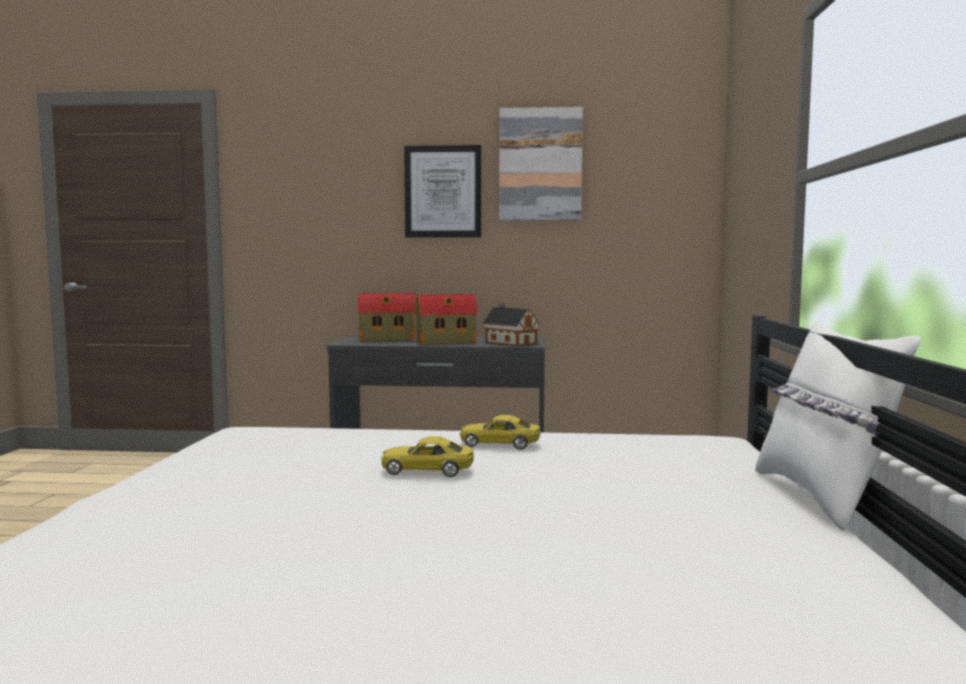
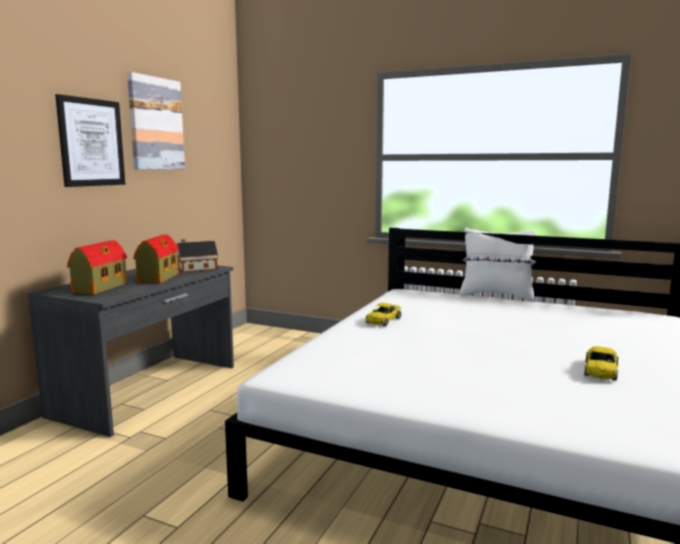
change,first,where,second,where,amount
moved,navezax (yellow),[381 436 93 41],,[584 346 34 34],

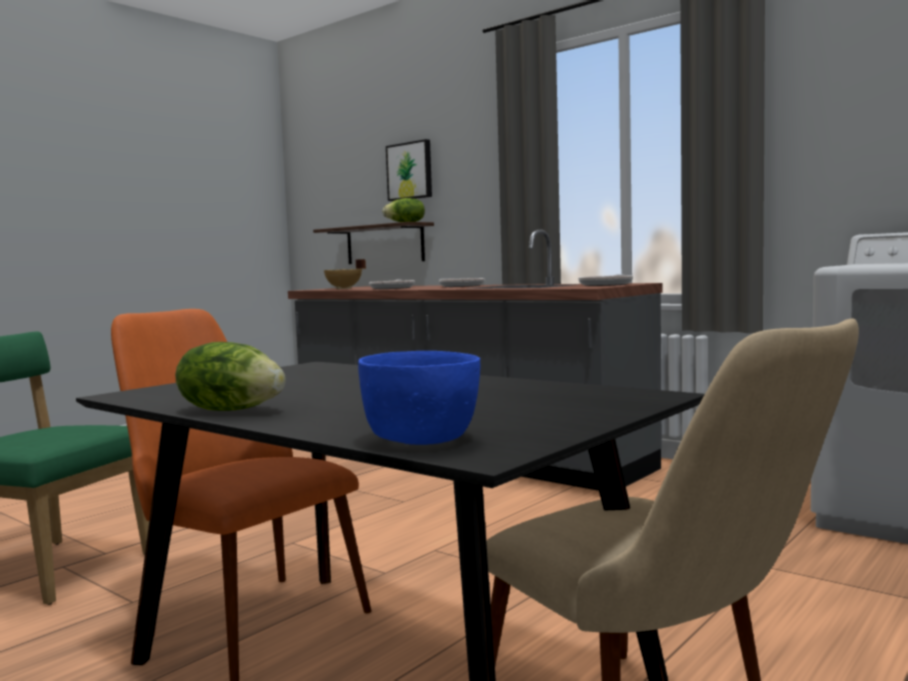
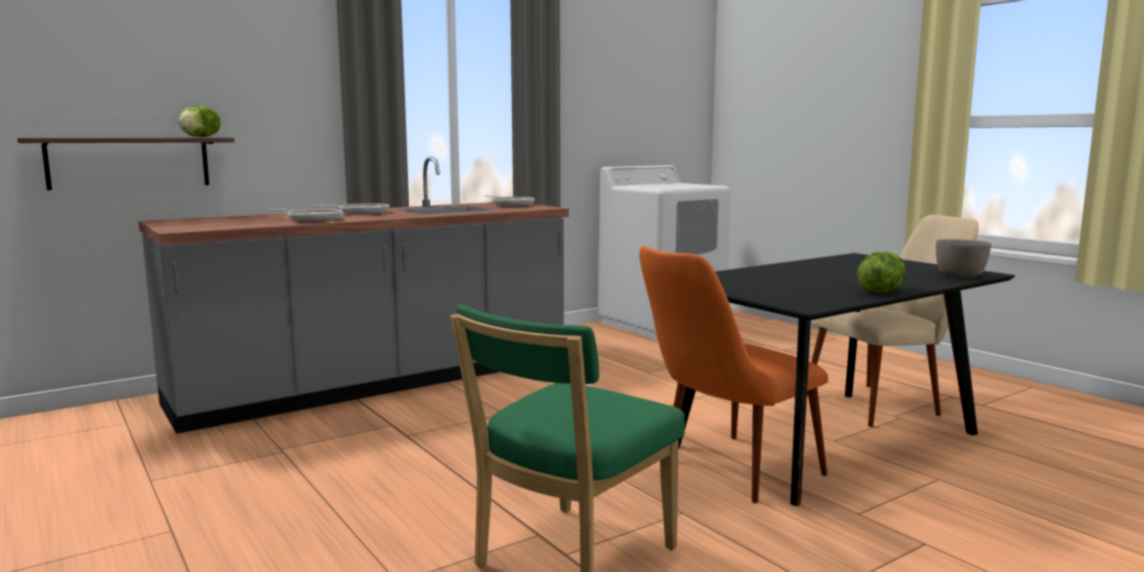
change,first,where,second,where,amount
removed,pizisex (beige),[324 259 42 30],,,
removed,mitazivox,[386 139 46 62],,,
recoloured,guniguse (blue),[358 351 122 94],guniguse (grey),[936 239 55 39],

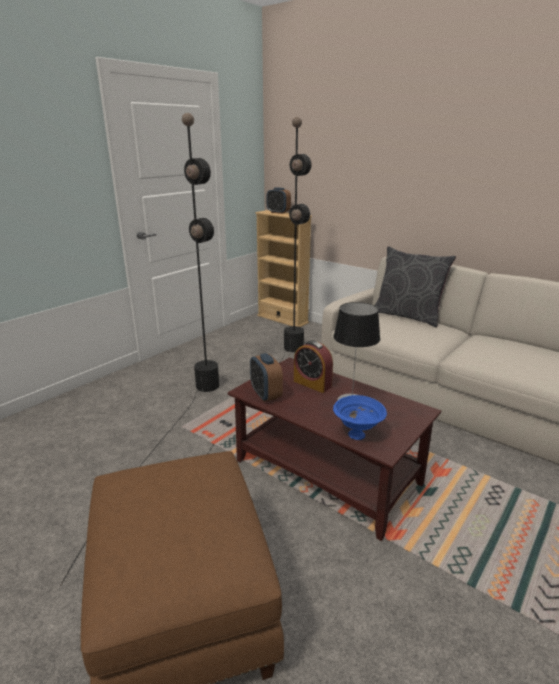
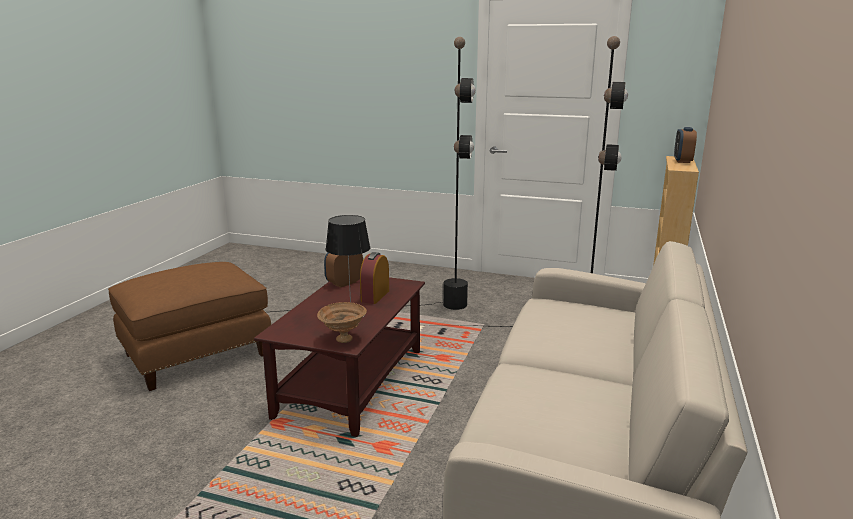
change,first,where,second,where,amount
removed,guniguse (blue),[333 395 54 45],,,
removed,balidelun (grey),[374 246 82 82],,,
added,,,guniguse (brown),[317 302 50 41],

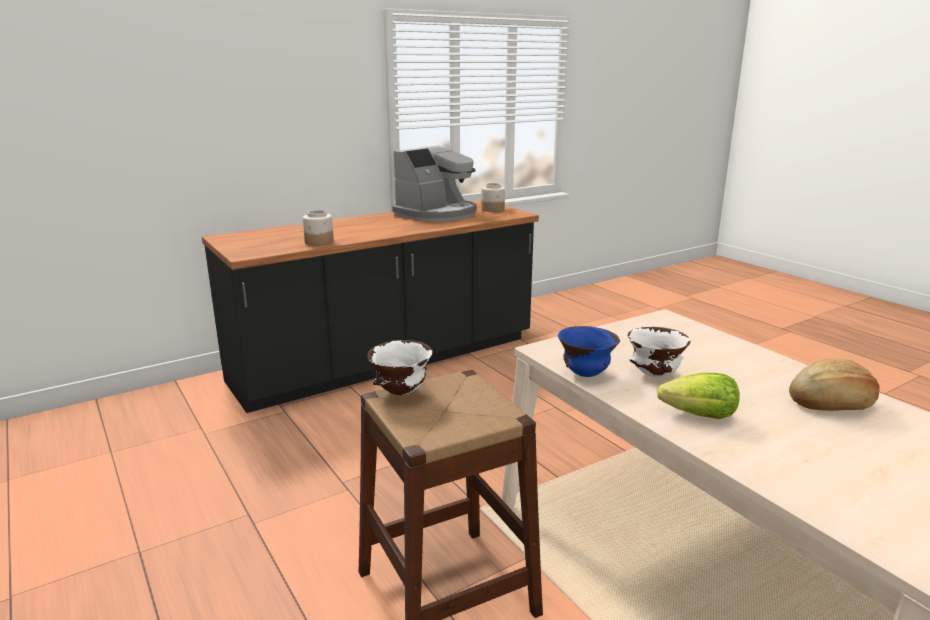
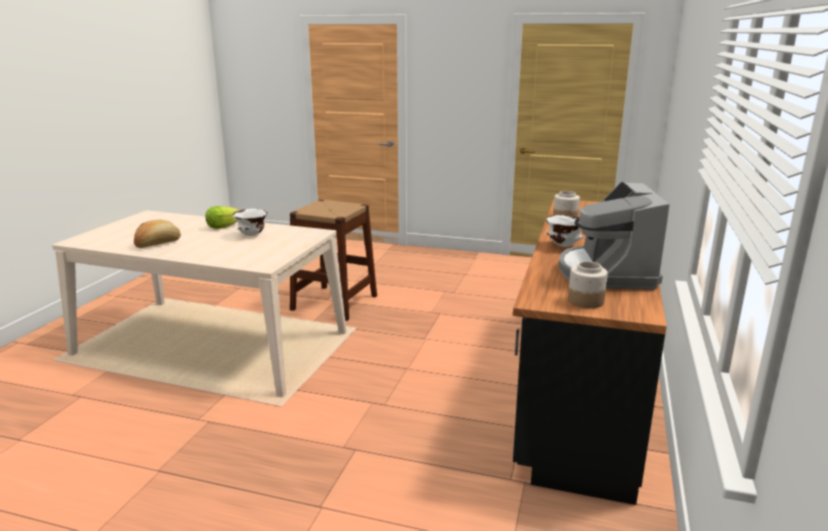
change,first,where,second,where,amount
removed,guniguse (blue),[558 326 62 51],,,
moved,guniguse (white),[367 340 65 55],,[546 215 38 32],

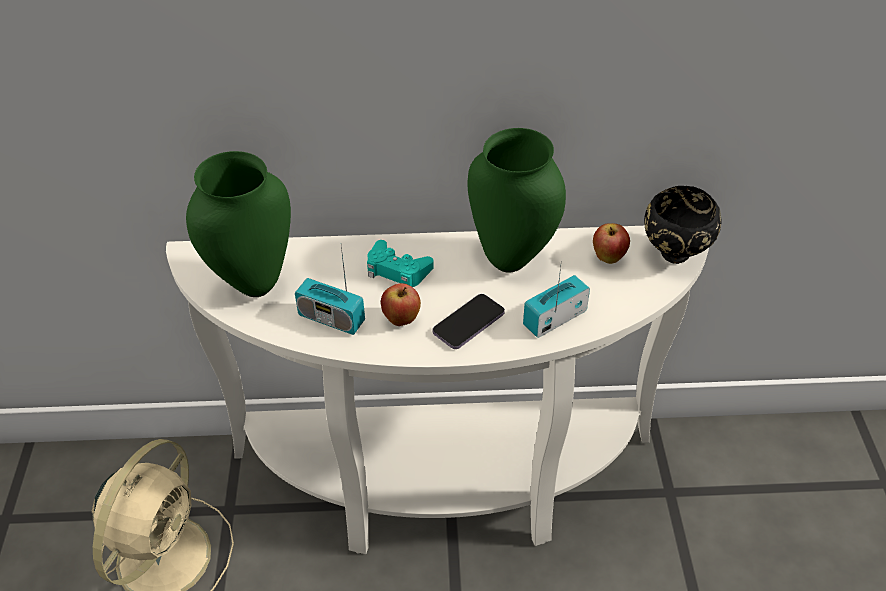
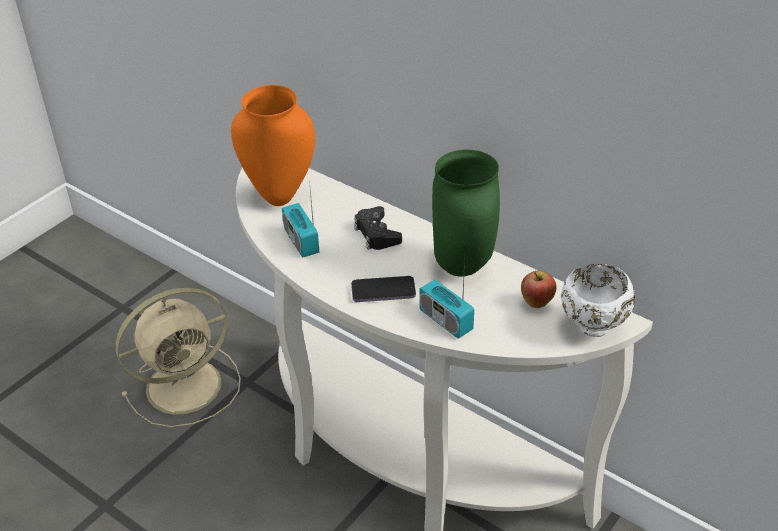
change,first,where,second,where,amount
removed,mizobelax,[381 283 40 43],,,
recoloured,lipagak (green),[186 151 105 146],lipagak (orange),[231 85 84 121],
recoloured,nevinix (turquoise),[367 240 67 47],nevinix (black),[354 206 48 44],
recoloured,guniguse (black),[644 186 78 78],guniguse (white),[561 264 74 73],
turned,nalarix,[523 266 67 72],,[419 256 55 83],135 degrees counterclockwise

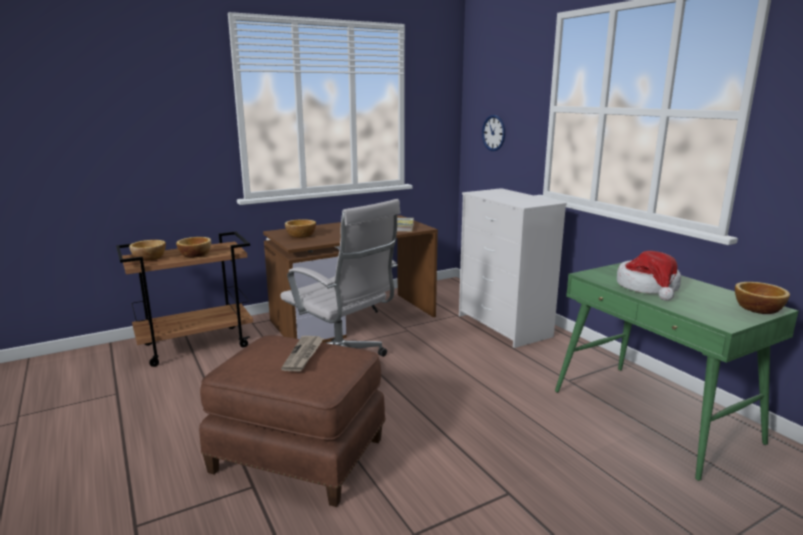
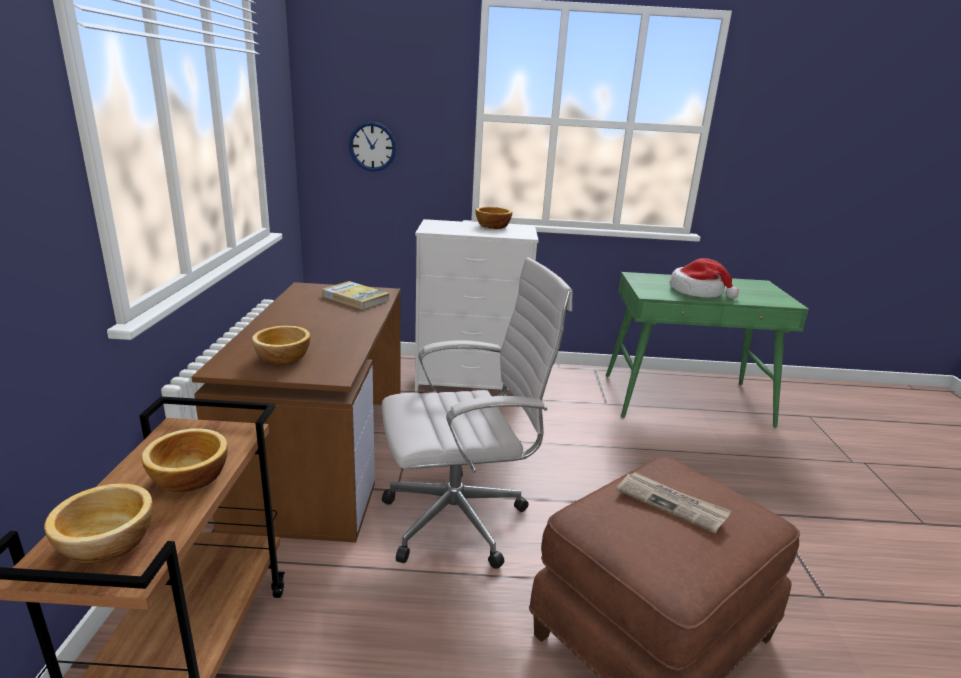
change,first,where,second,where,amount
moved,guniguse,[735 282 55 32],,[476 207 36 22],

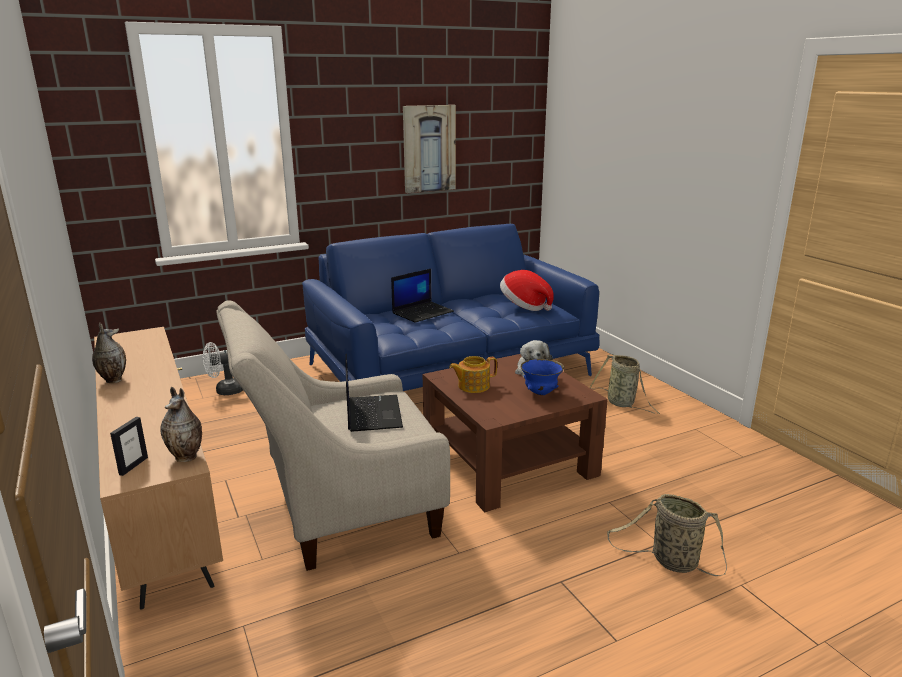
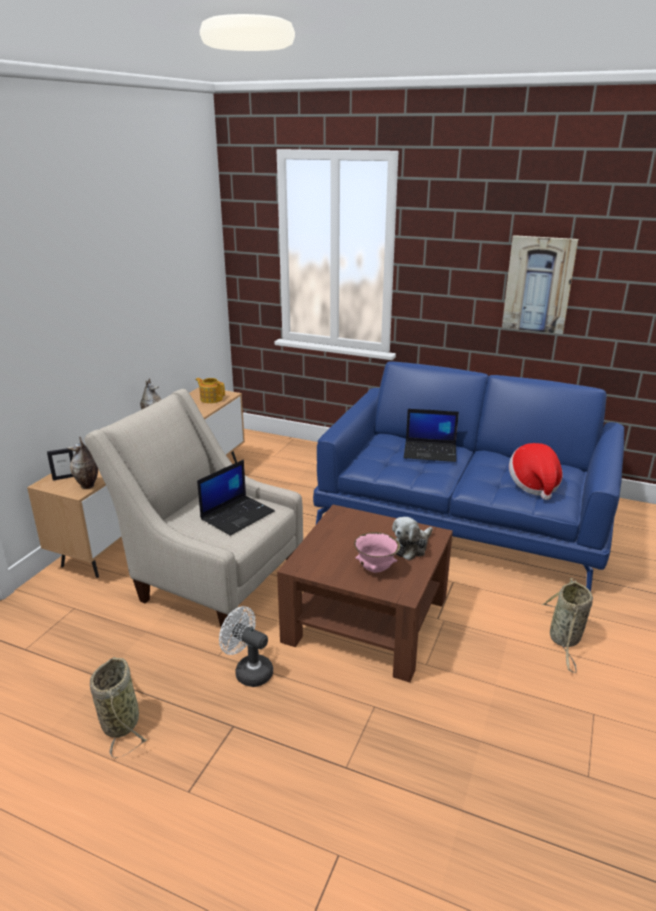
change,first,where,second,where,amount
moved,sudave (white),[203 342 40 53],,[219 606 54 81],
moved,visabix,[449 356 48 37],,[195 378 30 25],
moved,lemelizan,[607 494 120 82],,[90 657 57 102],
recoloured,guniguse (blue),[521 359 44 36],guniguse (pink),[354 532 46 41],

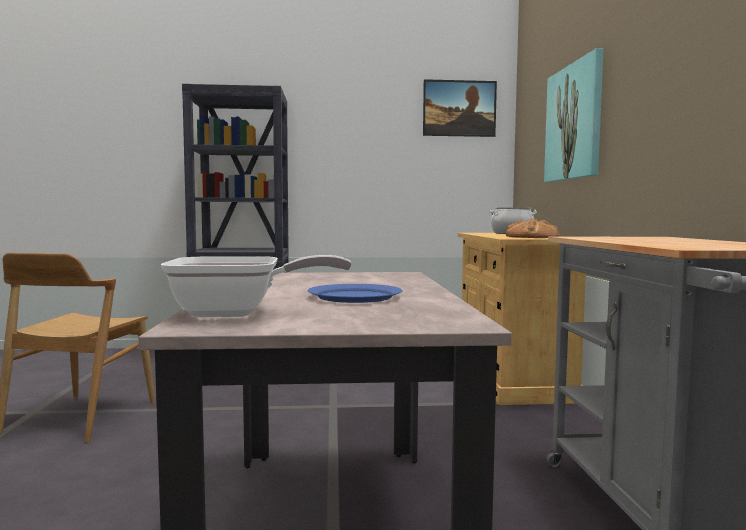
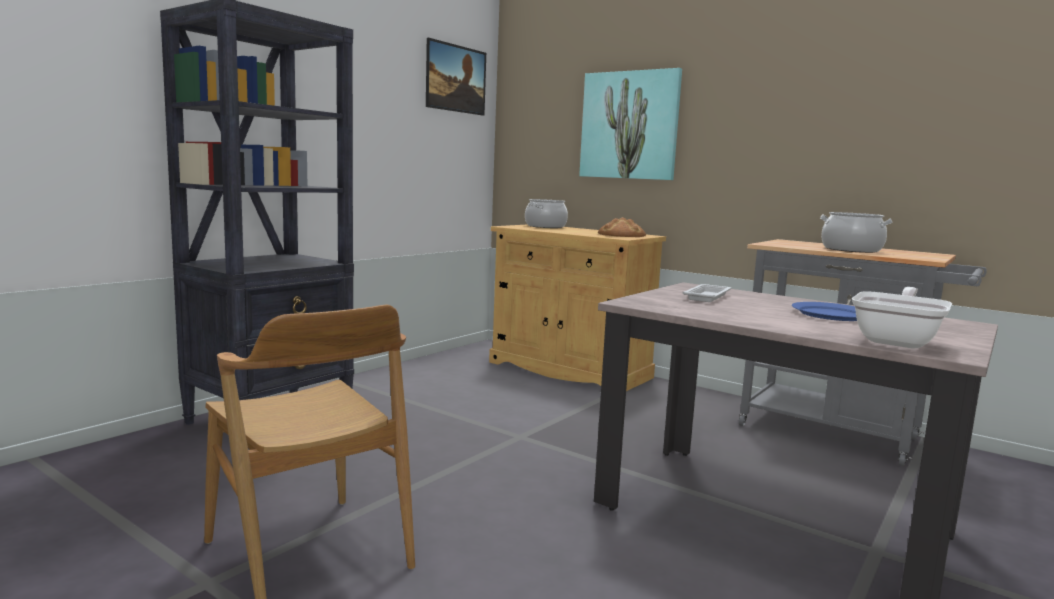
change,first,where,second,where,amount
added,,,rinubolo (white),[683 284 49 18],
added,,,pizisex,[820 212 73 41],

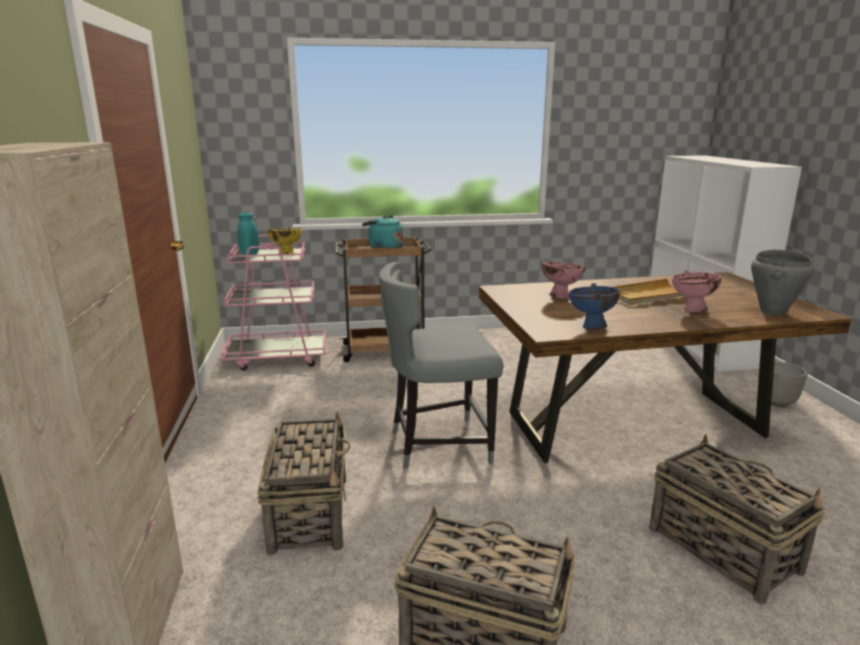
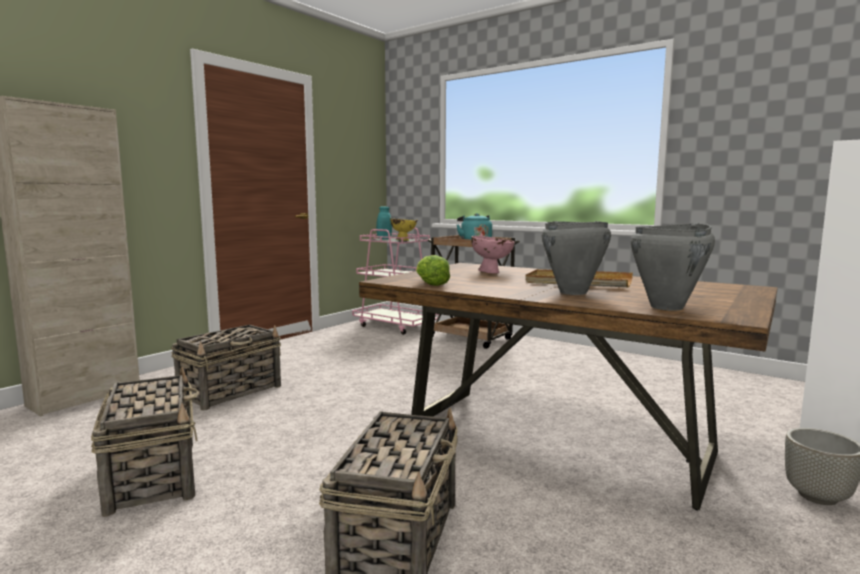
change,first,where,second,where,amount
removed,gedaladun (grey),[378 262 125 207],,,
replaced,guniguse (blue),[569 283 51 46],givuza,[416 255 34 31],
replaced,guniguse (pink),[672 270 49 42],pizisex (grey),[542 221 69 74],

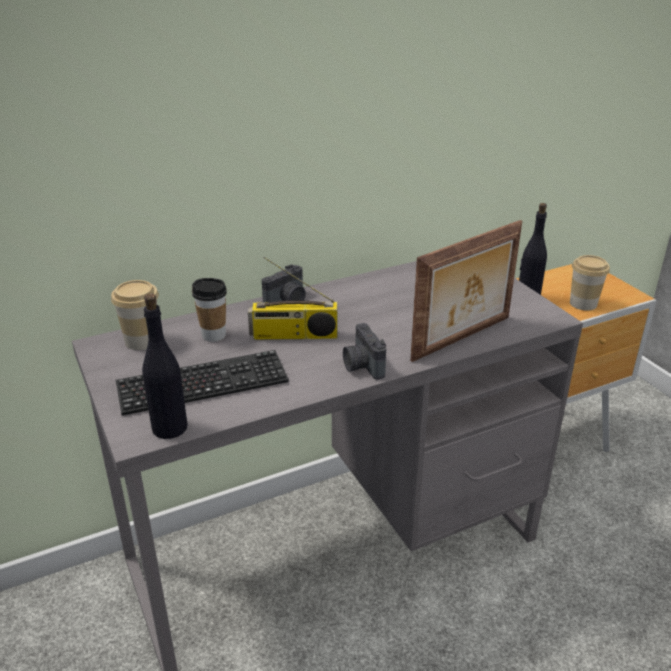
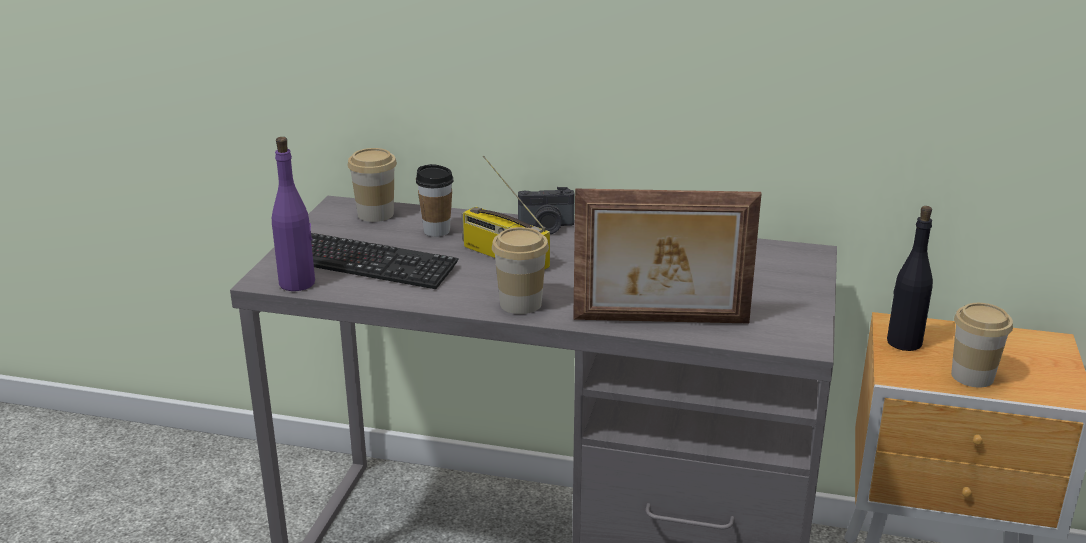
change,first,where,second,where,amount
replaced,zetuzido,[343 323 43 57],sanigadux,[492 227 57 87],
recoloured,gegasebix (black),[142 293 46 146],gegasebix (purple),[272 137 43 154],

